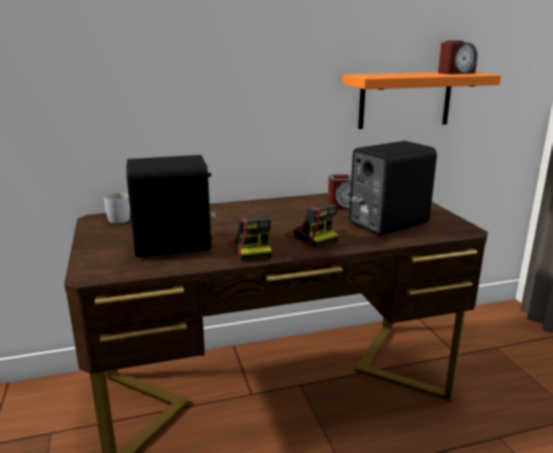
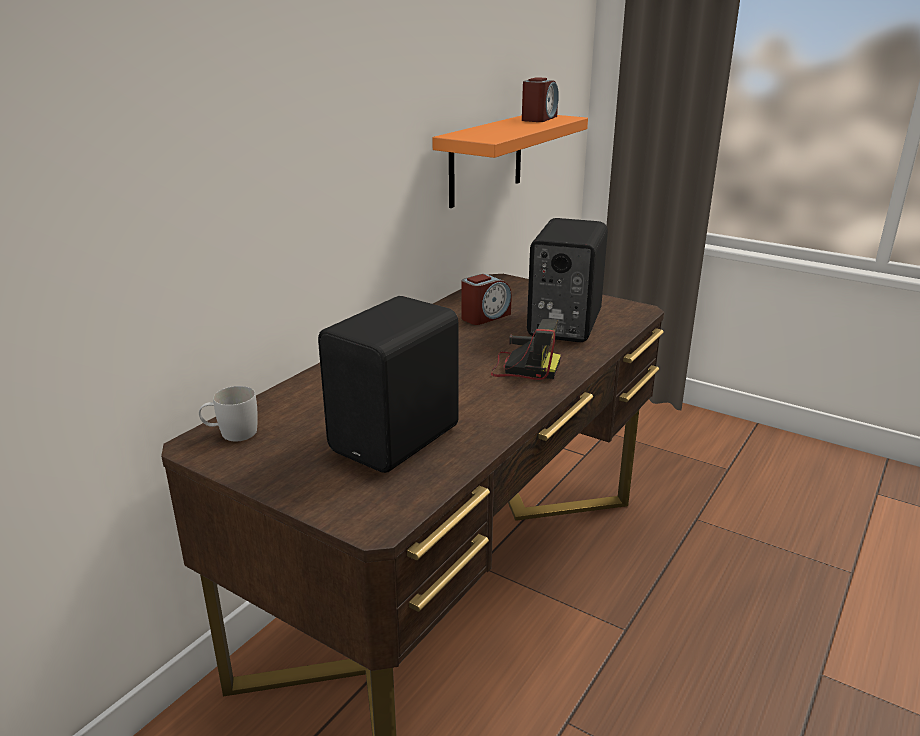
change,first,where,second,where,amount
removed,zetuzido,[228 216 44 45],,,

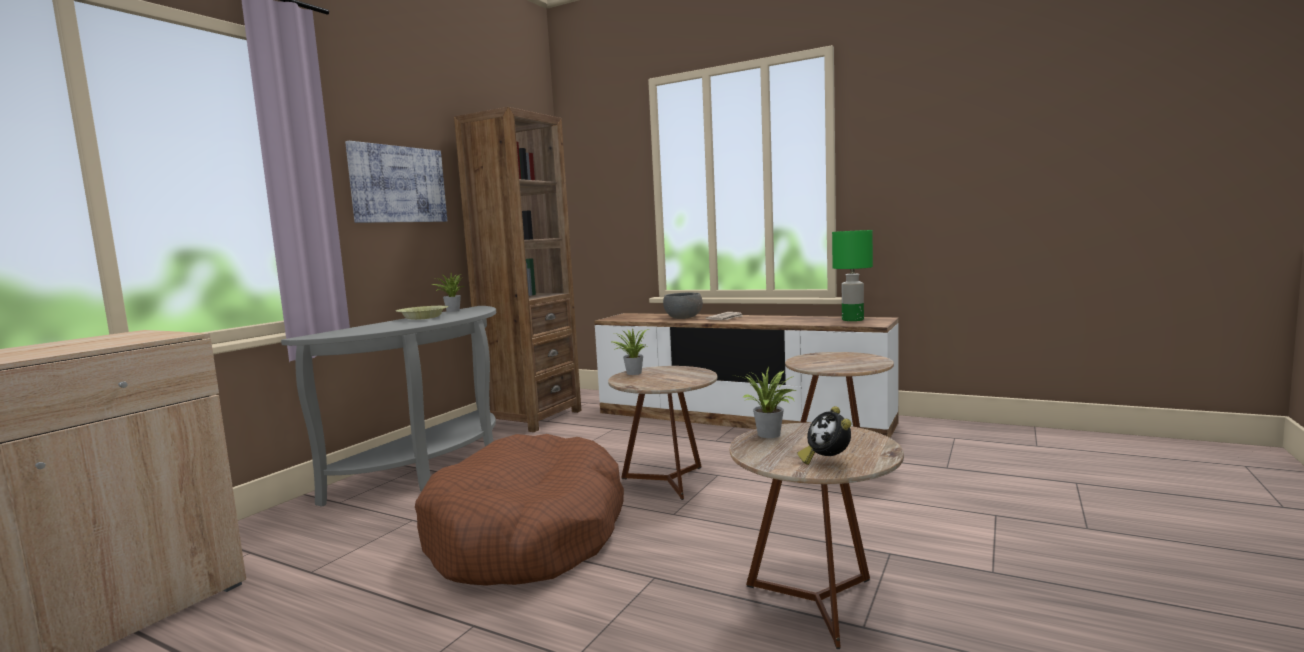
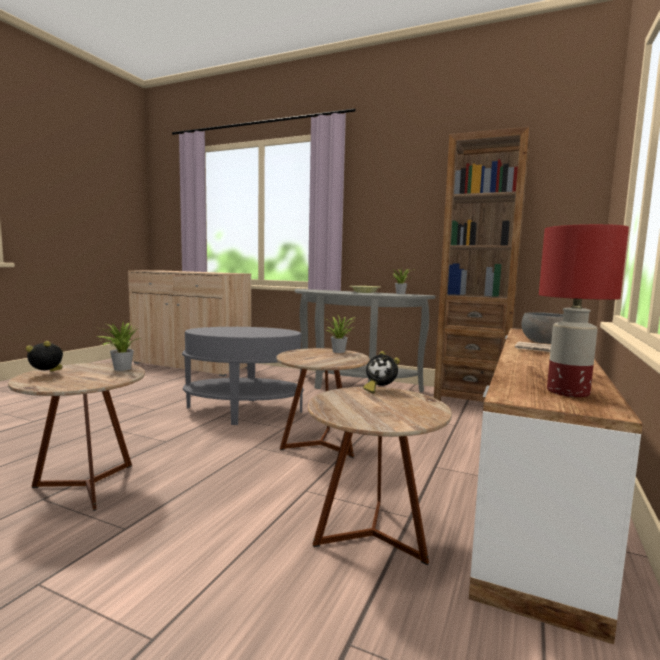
change,first,where,second,where,amount
removed,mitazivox,[345 141 102 82],,,
added,,,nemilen,[363 351 37 43],
replaced,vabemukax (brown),[415 434 209 152],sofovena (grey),[182 327 121 98],
recoloured,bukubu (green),[832 230 41 91],bukubu (red),[539 224 90 173],

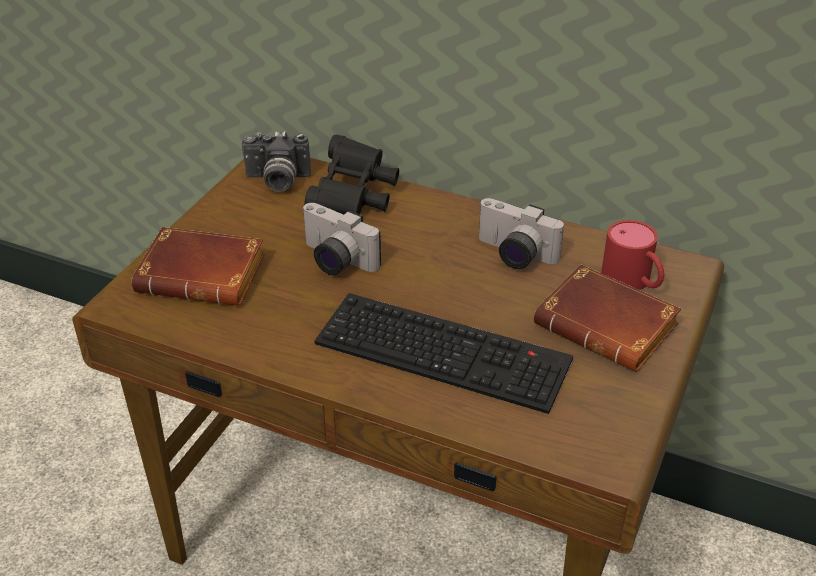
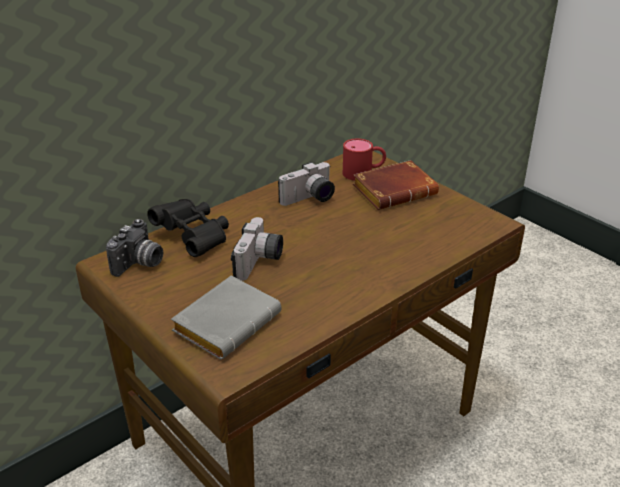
change,first,where,second,where,amount
removed,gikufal,[314 293 259 121],,,
recoloured,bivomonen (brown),[132 227 133 79],bivomonen (grey),[171 275 110 85],
turned,zetuzido,[302 203 79 72],,[231 217 52 64],45 degrees counterclockwise

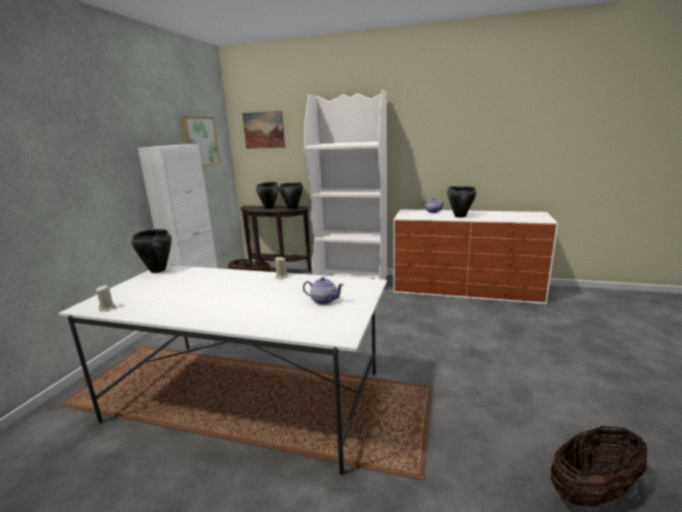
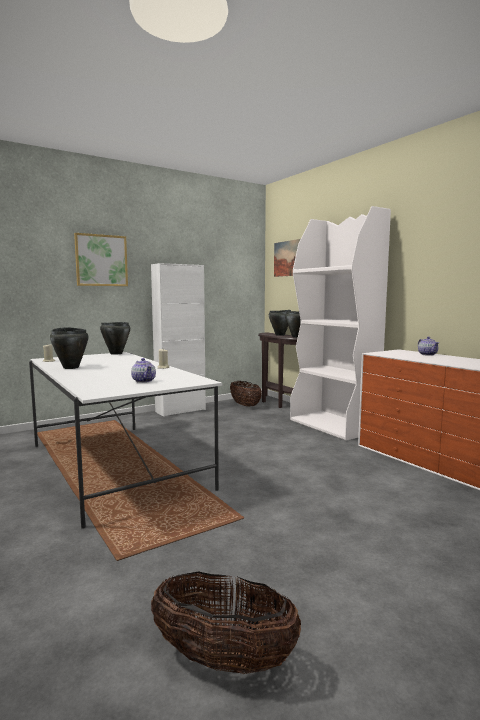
change,first,where,second,where,amount
moved,mitazivox,[182 116 38 51],,[74 233 54 53],
moved,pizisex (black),[447 186 30 32],,[50 327 39 42],

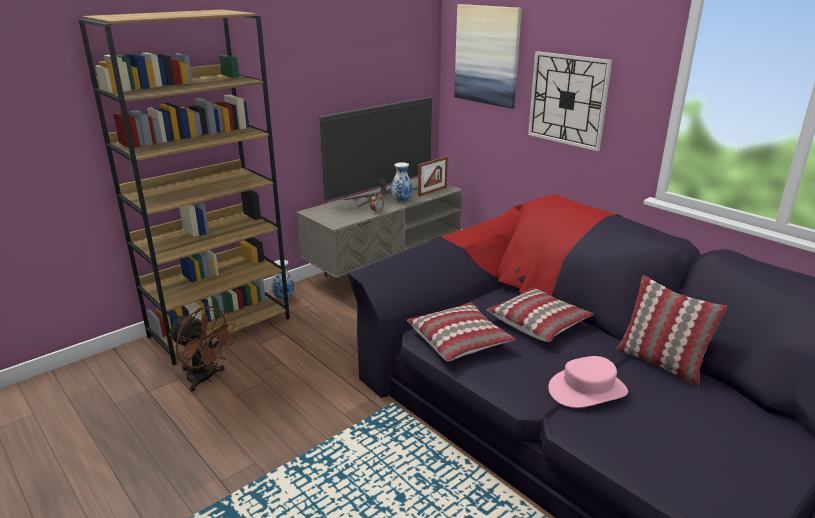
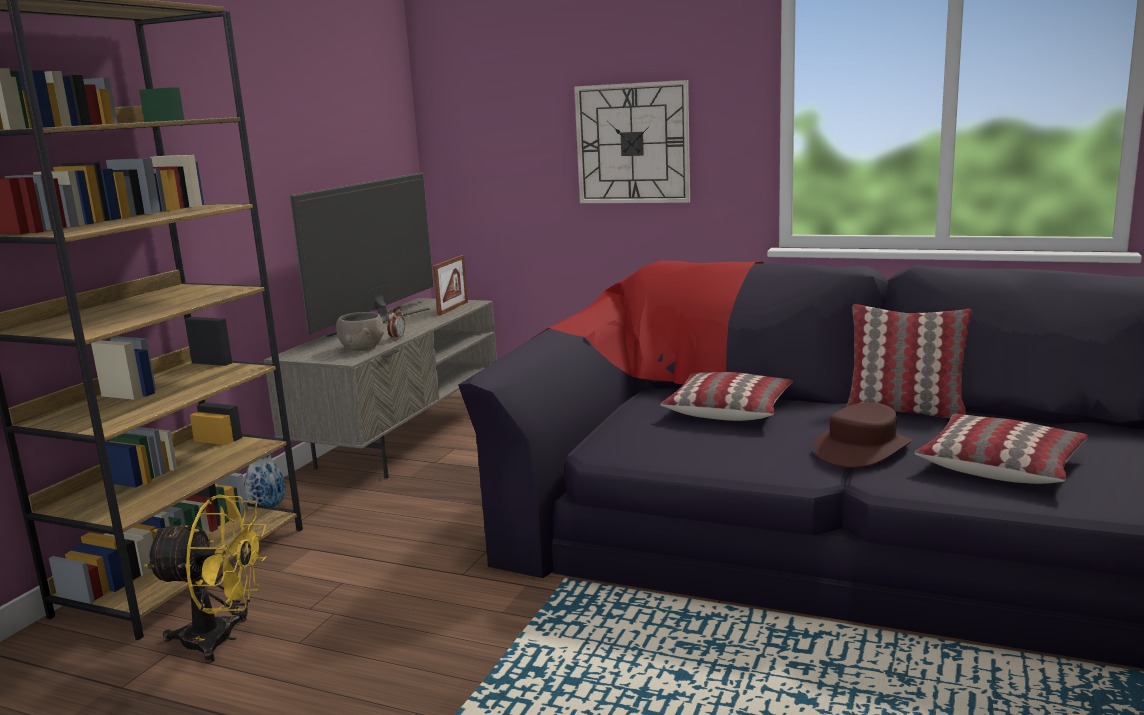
change,first,where,second,where,amount
removed,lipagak,[391 162 22 40],,,
removed,mitazivox,[454 4 68 105],,,
added,,,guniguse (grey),[336 312 48 39],
moved,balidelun,[407 303 108 59],,[915 414 173 70],
recoloured,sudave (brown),[168 306 67 86],sudave (yellow),[144 494 124 169],
recoloured,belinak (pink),[548 356 80 52],belinak (brown),[814 402 98 66],

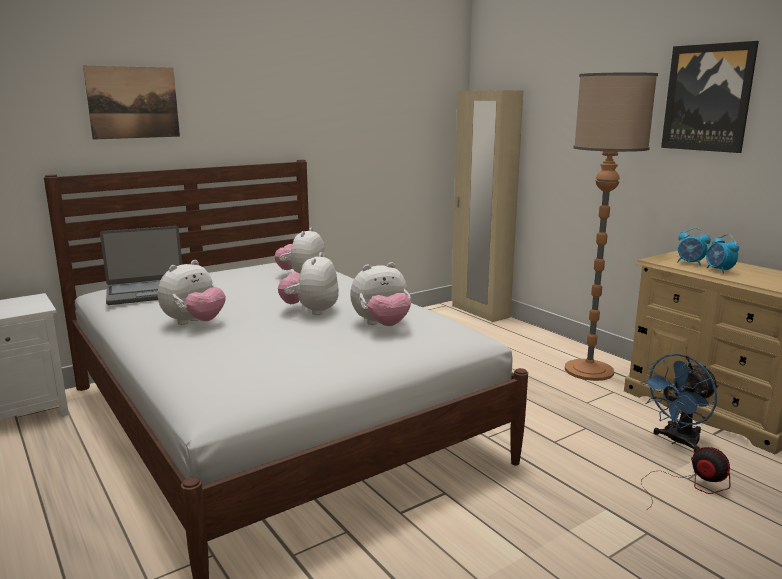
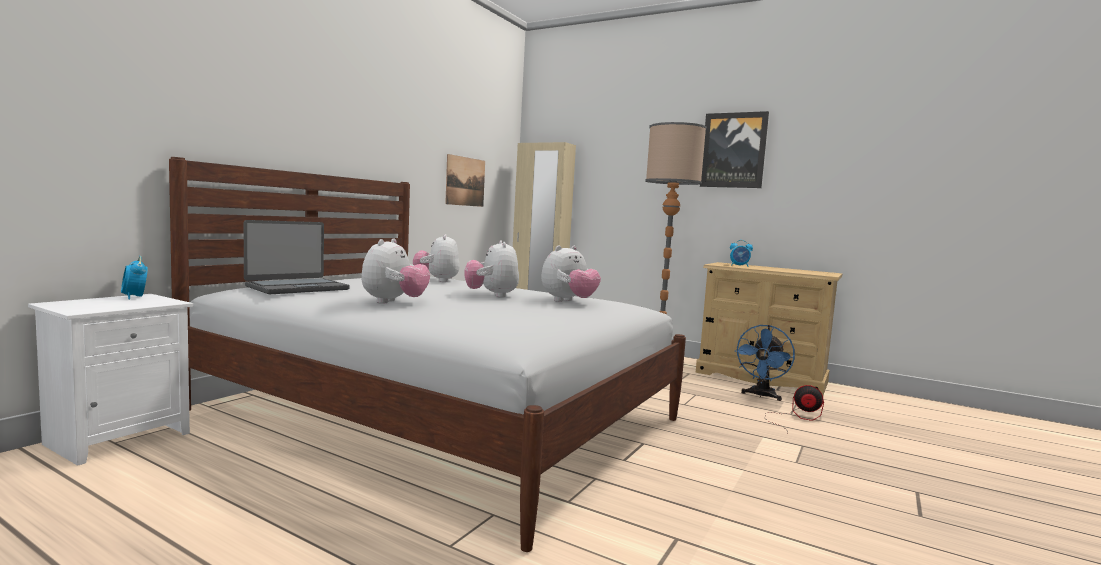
change,first,where,second,where,amount
moved,mitazivox,[83 65 97 75],,[445 154 40 53],
moved,nemilen,[706 234 33 40],,[121 256 27 44],

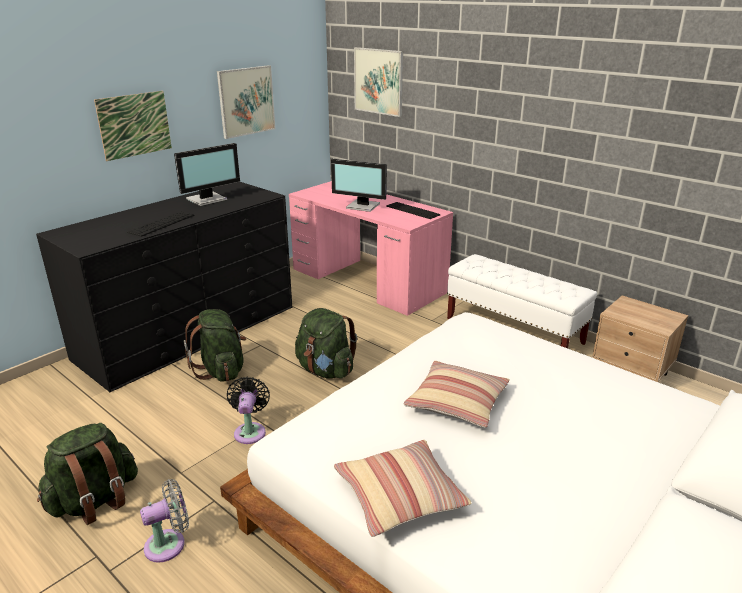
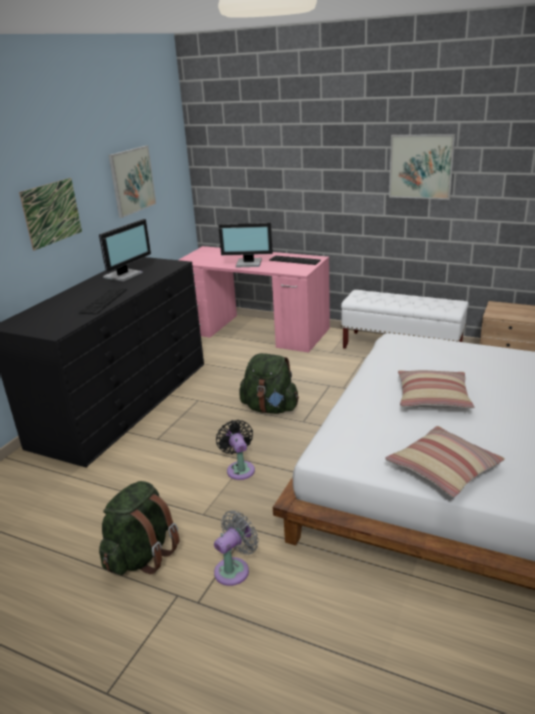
change,first,where,second,where,amount
removed,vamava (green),[184 309 62 73],,,
moved,mitazivox,[354 47 49 70],,[389 135 66 65],

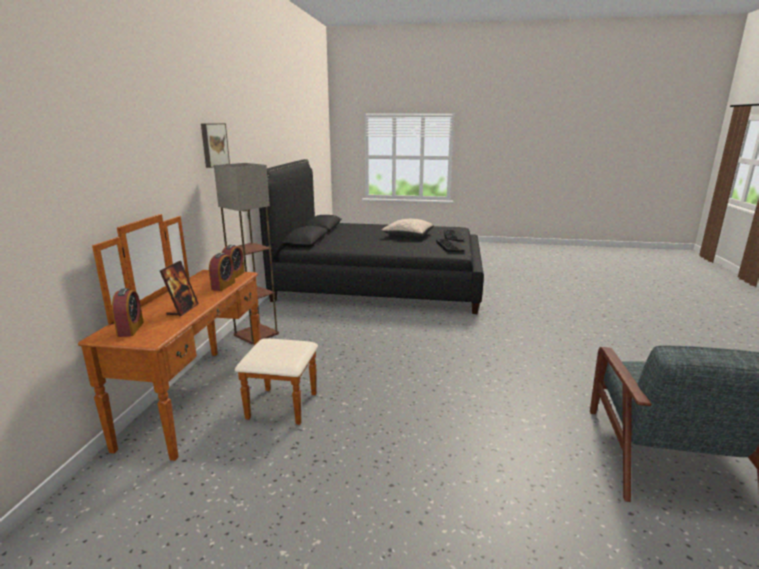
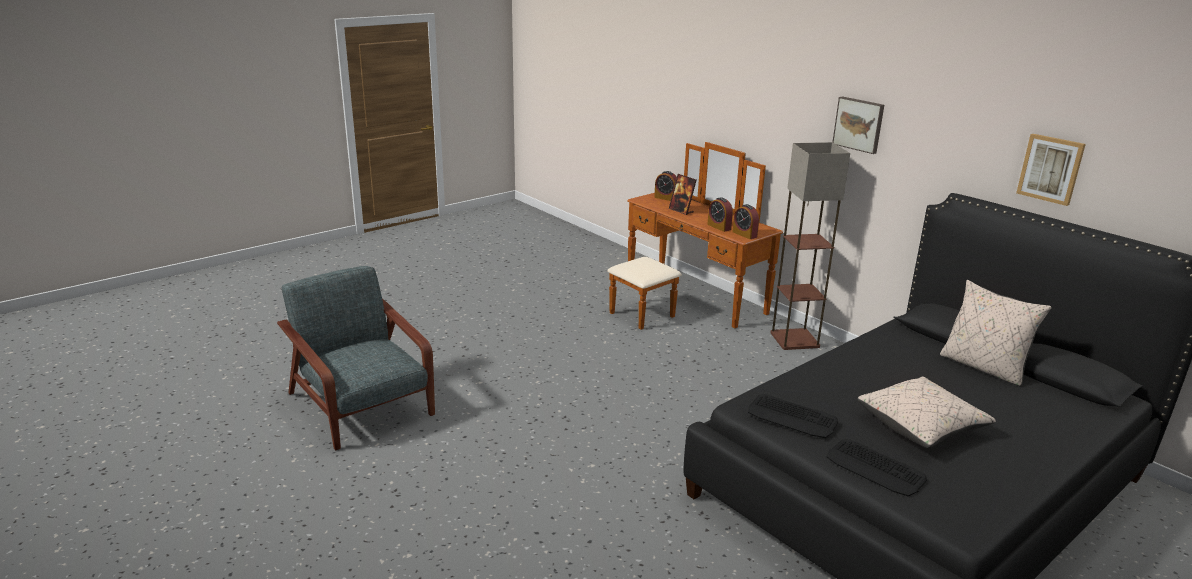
change,first,where,second,where,amount
added,,,balidelun (beige),[940 280 111 107],
added,,,mitazivox,[1016 134 70 72],

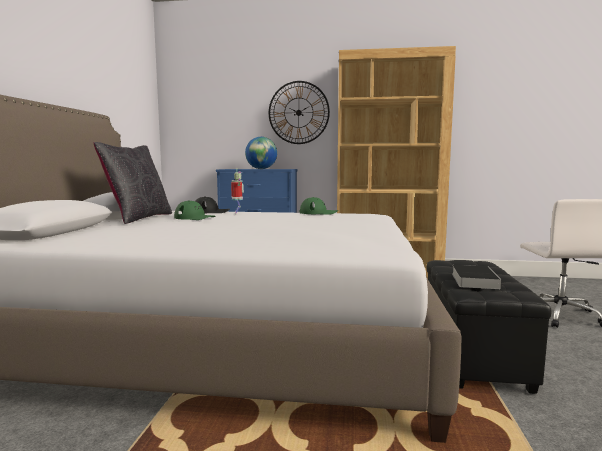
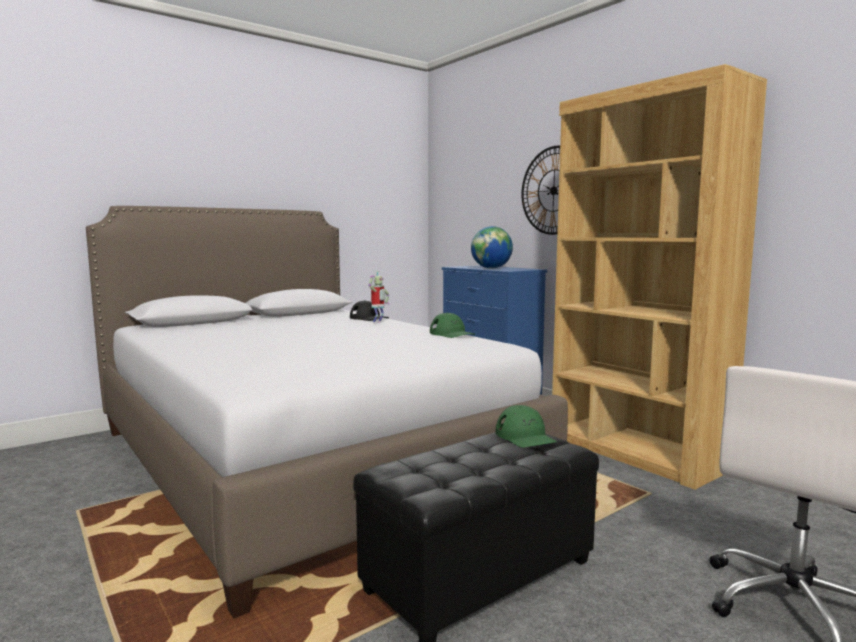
change,first,where,second,where,amount
removed,balidelun (black),[94 142 78 82],,,
removed,bivomonen,[452 265 50 24],,,
moved,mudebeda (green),[174 200 41 20],,[496 405 61 43],

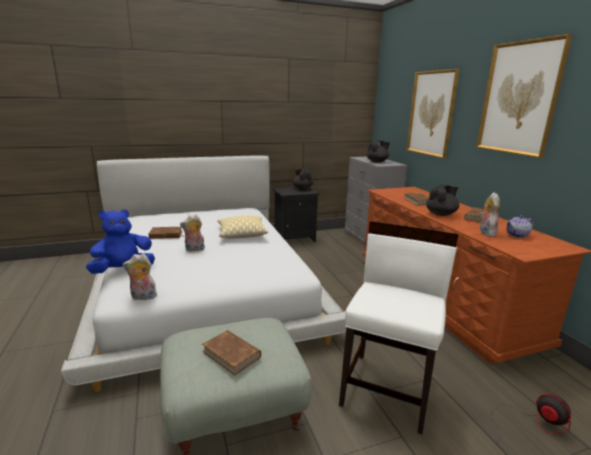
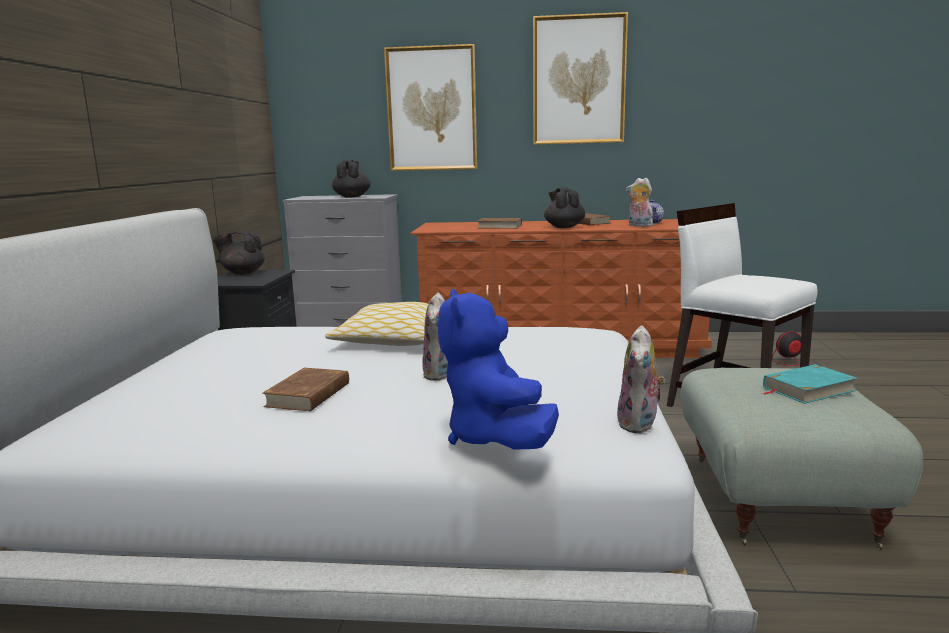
change,first,where,second,where,amount
recoloured,bivomonen (brown),[202 330 59 45],bivomonen (turquoise),[763 364 95 40],

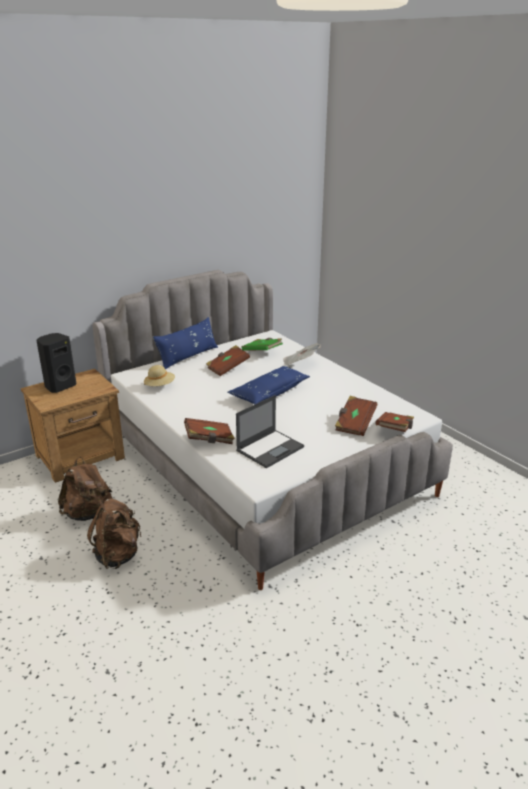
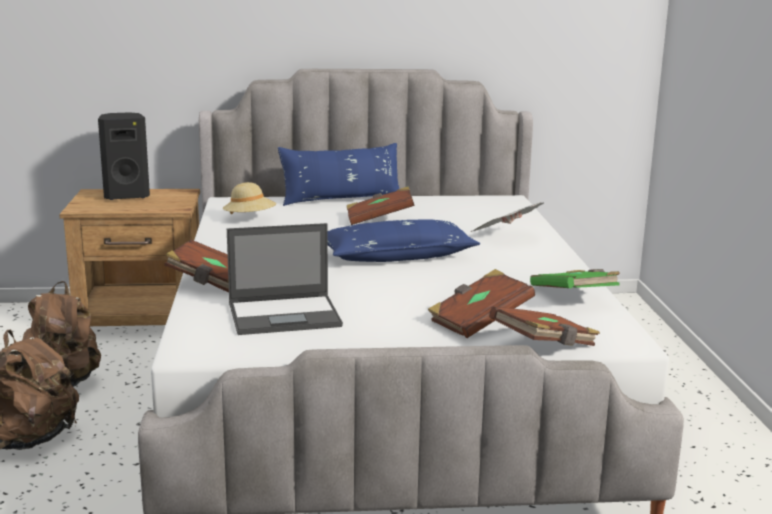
change,first,where,second,where,amount
moved,bivomonen (green),[242 338 41 13],,[530 269 90 19],

